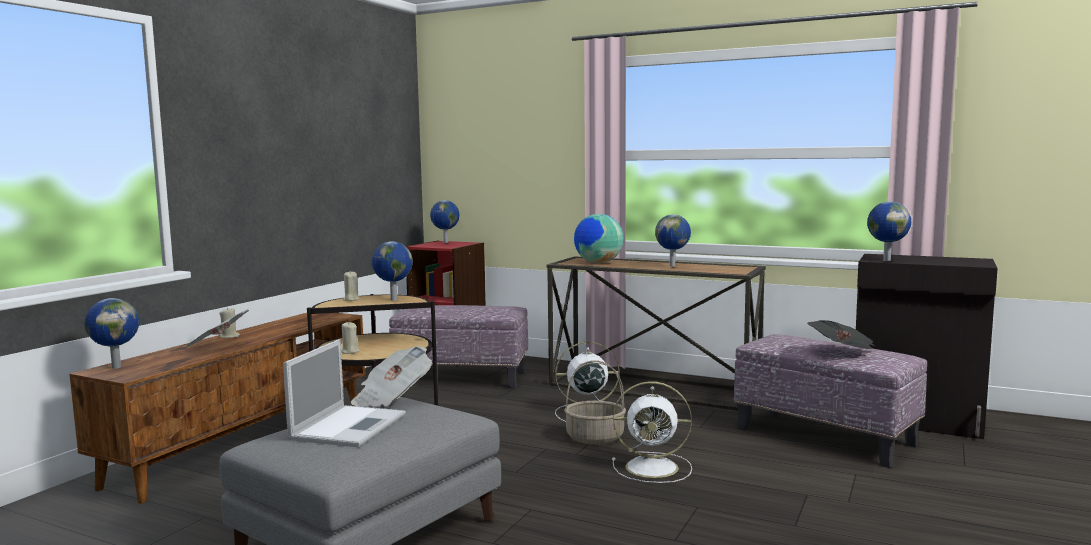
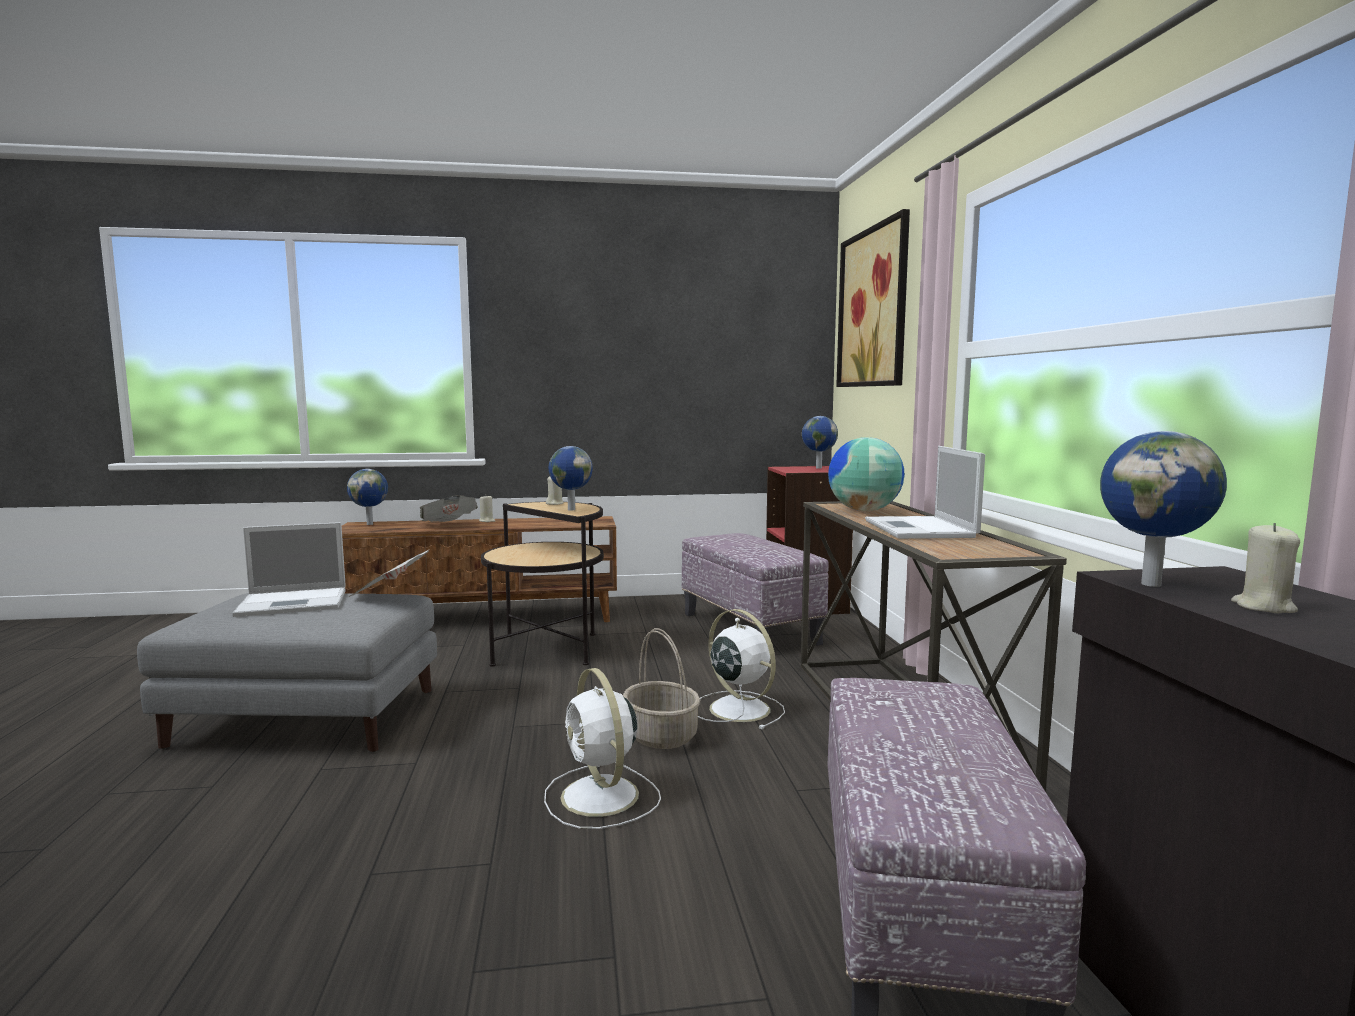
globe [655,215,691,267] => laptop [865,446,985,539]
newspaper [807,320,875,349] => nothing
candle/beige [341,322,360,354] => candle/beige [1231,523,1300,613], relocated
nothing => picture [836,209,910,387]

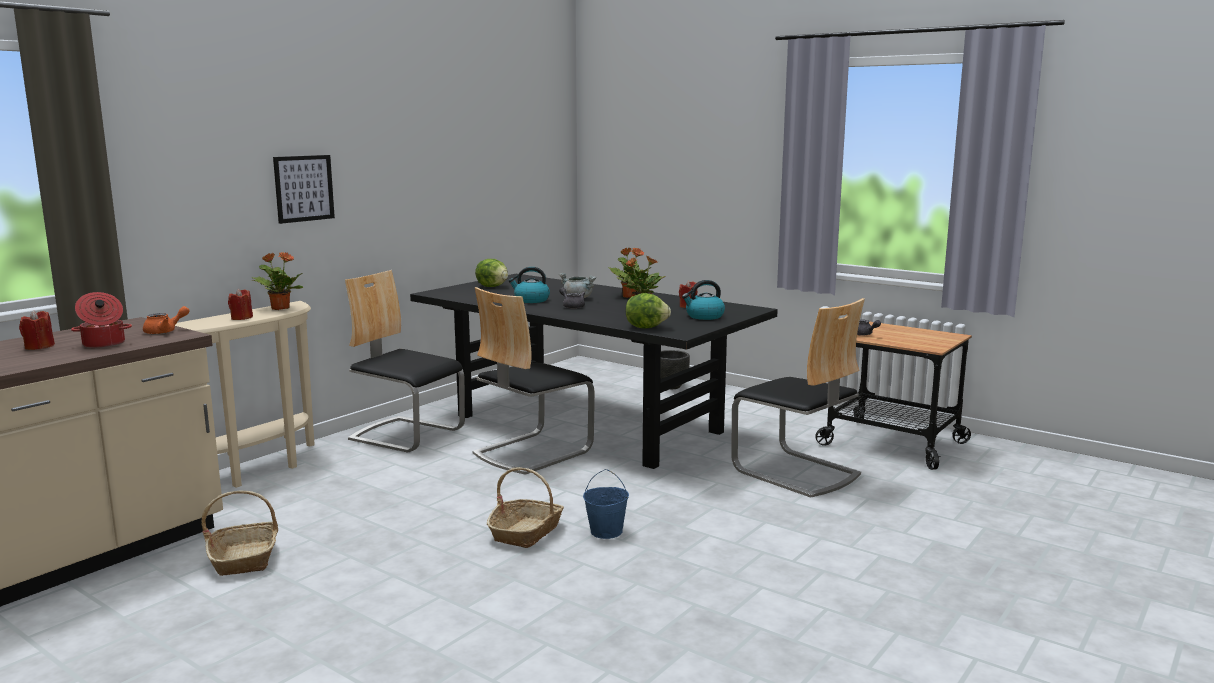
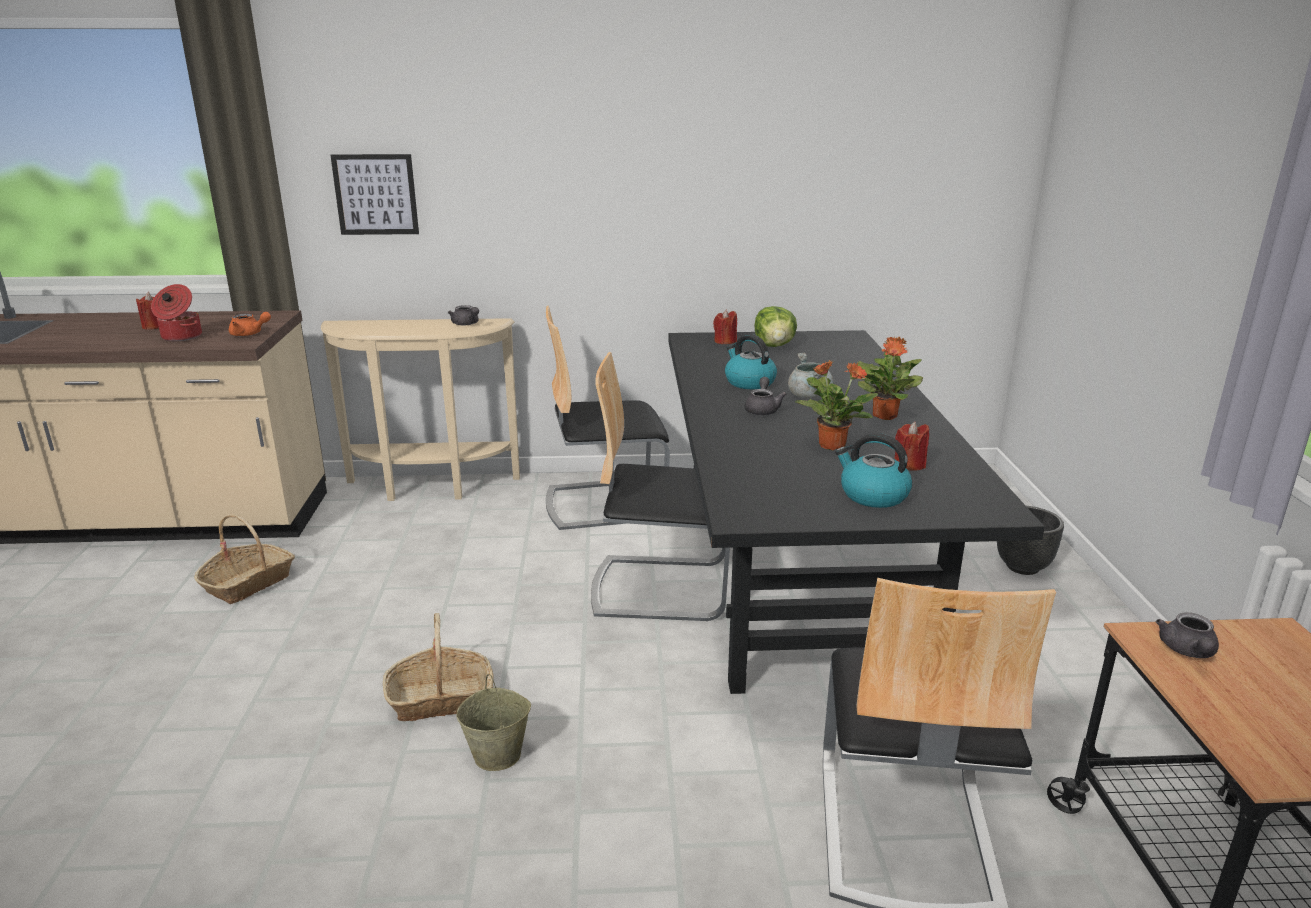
picture [273,155,335,224] => picture [330,154,419,235], relocated
potted plant [252,252,303,310] => teapot/grey [448,305,479,325]
chair [345,270,465,452] => chair [546,306,670,530], 90 degrees counterclockwise
candle/red [228,289,253,320] => candle/red [713,310,737,344], relocated
lettuce [625,293,671,328] => nothing
bucket/blue [583,469,629,539] => bucket/beige [456,674,531,771]

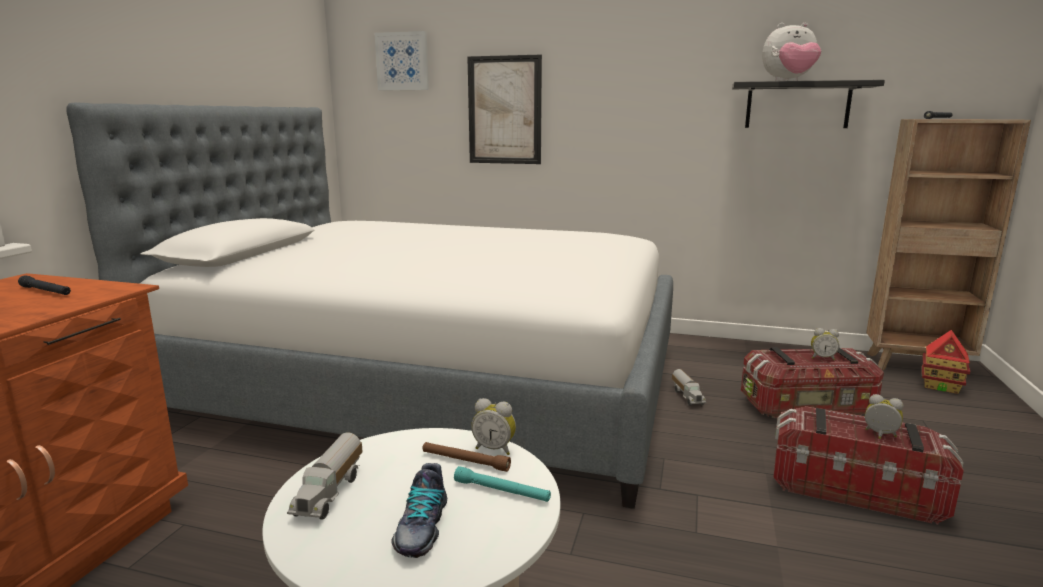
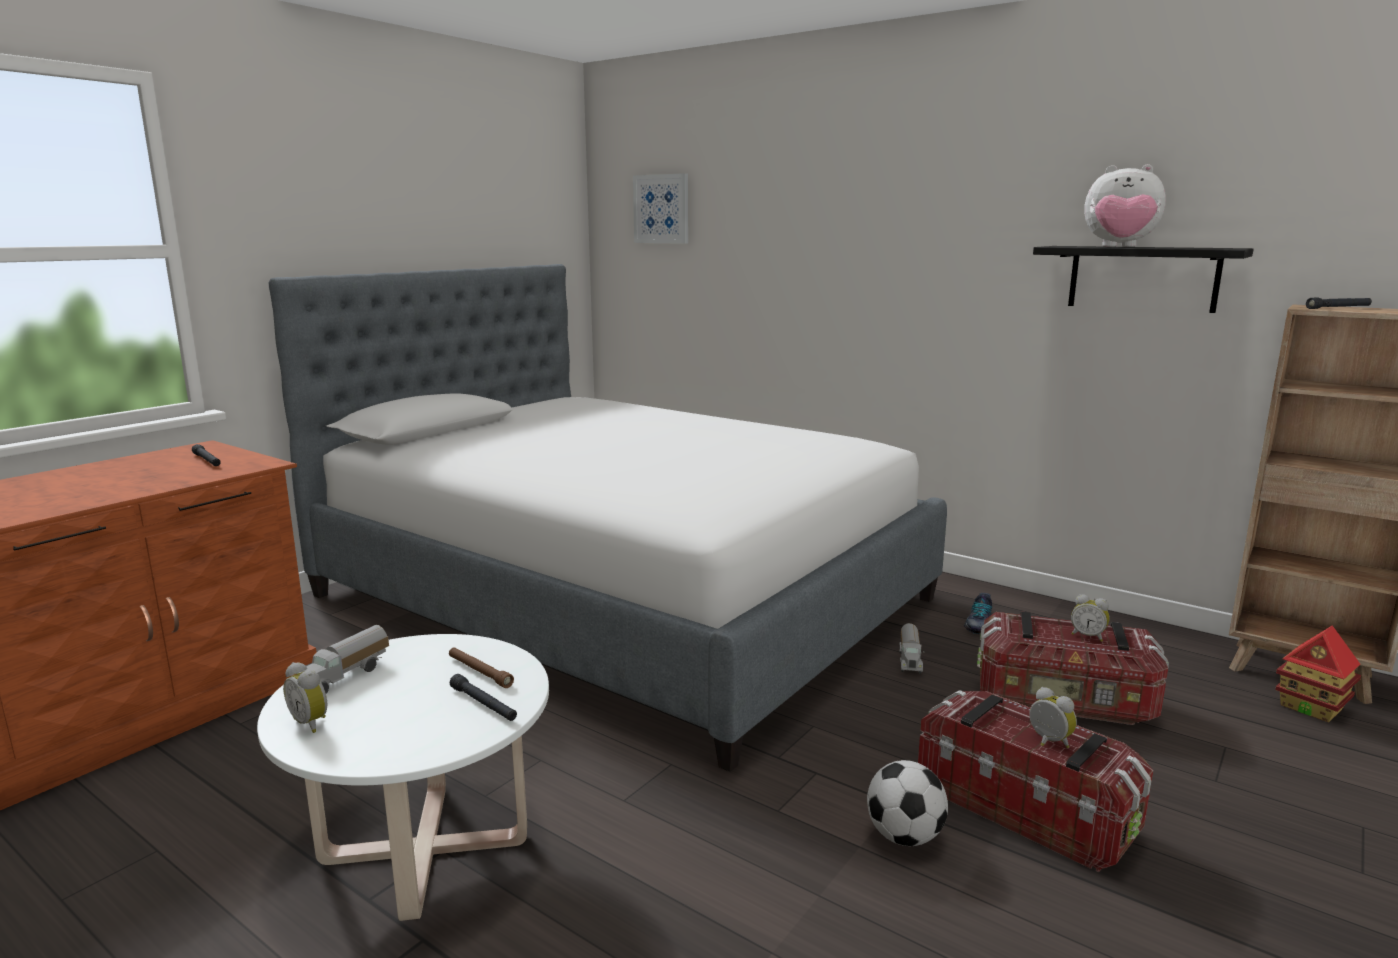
picture [467,55,542,164] => nothing
alarm clock [471,398,516,455] => alarm clock [283,662,327,733], relocated
shoe [391,463,447,558] => shoe [964,593,992,634], relocated
flashlight/turquoise [454,466,551,502] => flashlight/black [450,674,517,721]
nothing => football [867,760,948,846]

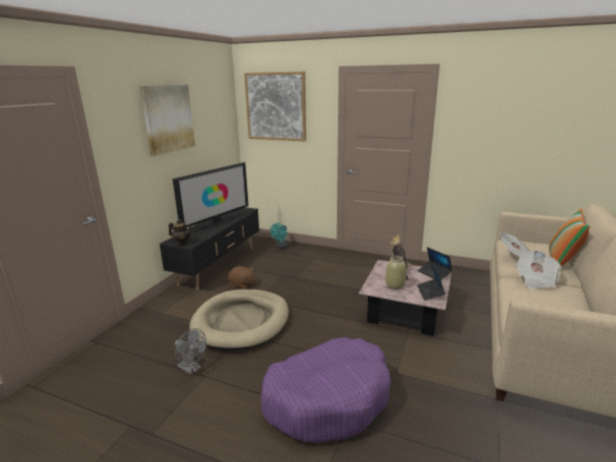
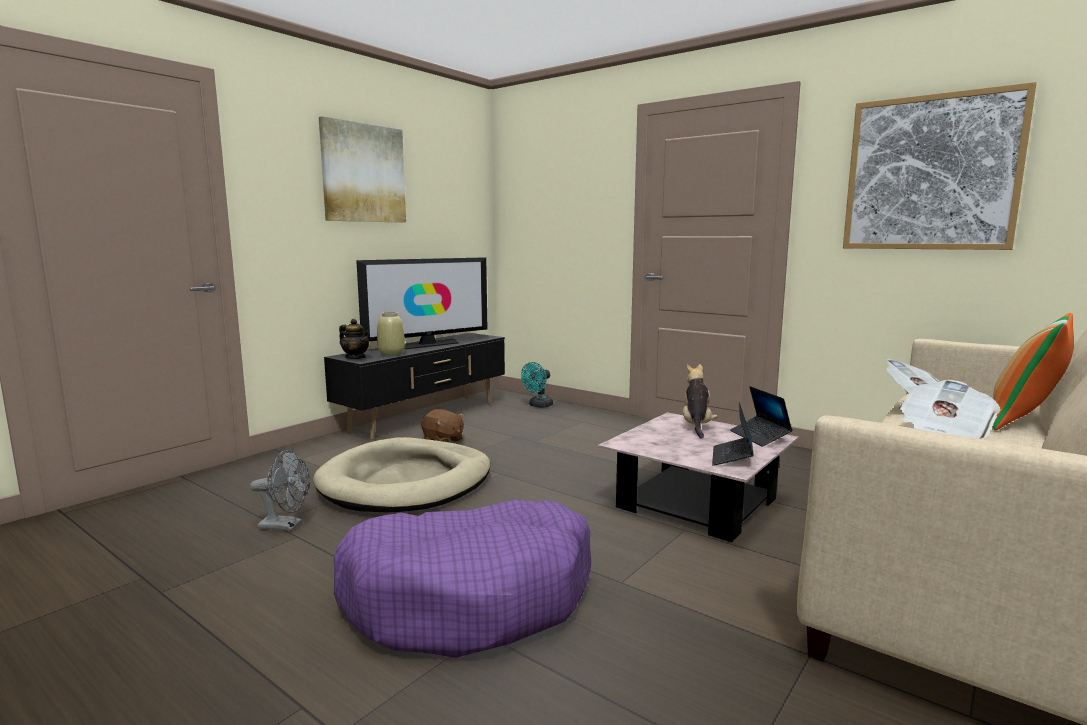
picture [244,72,306,141] => picture [843,82,1036,250], relocated
vase/beige [386,256,406,290] => vase/beige [377,312,405,356], relocated
fan/grey [175,328,206,375] => fan/grey [250,450,310,531], 45 degrees counterclockwise

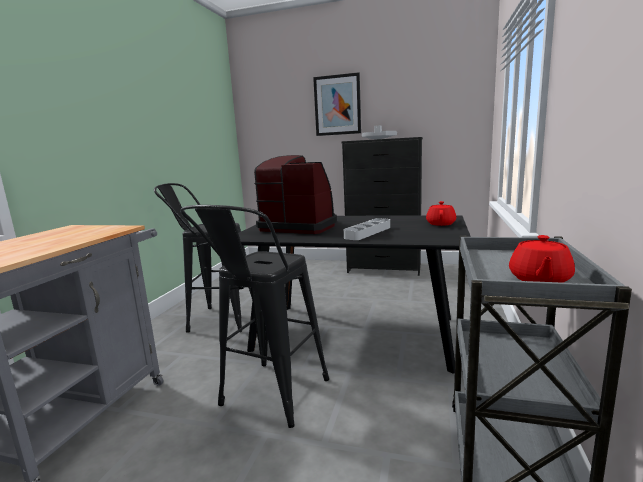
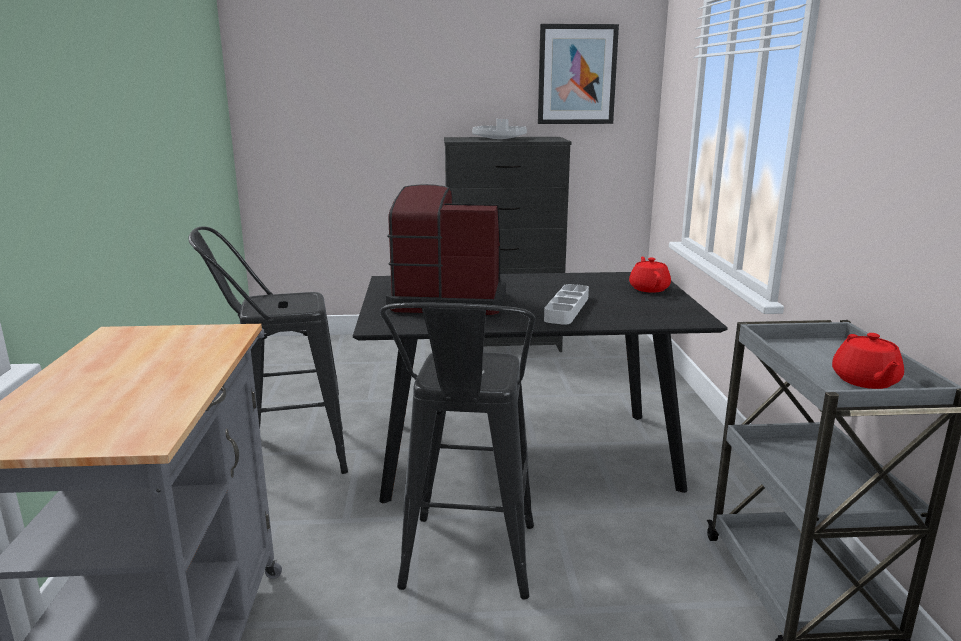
picture [313,72,361,136] => picture [538,24,619,124], relocated

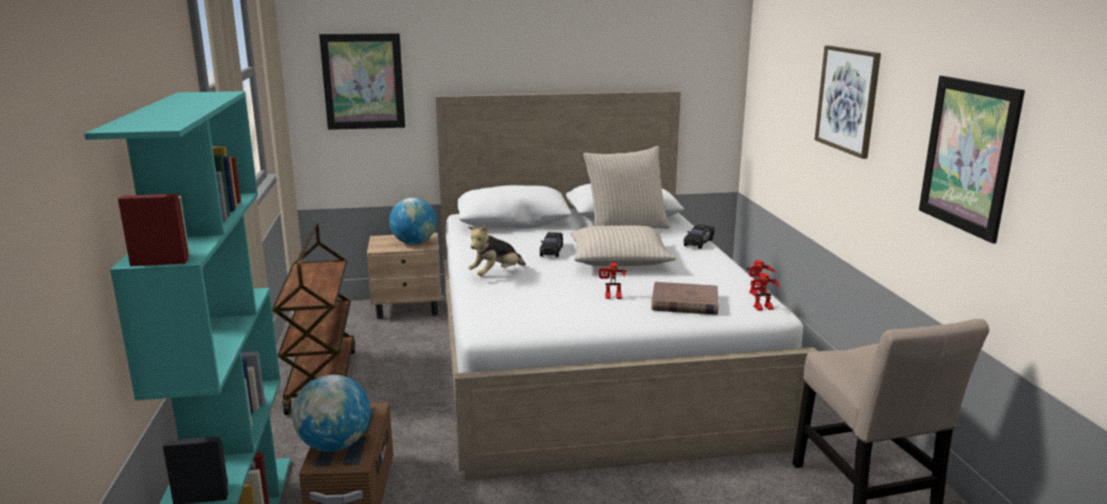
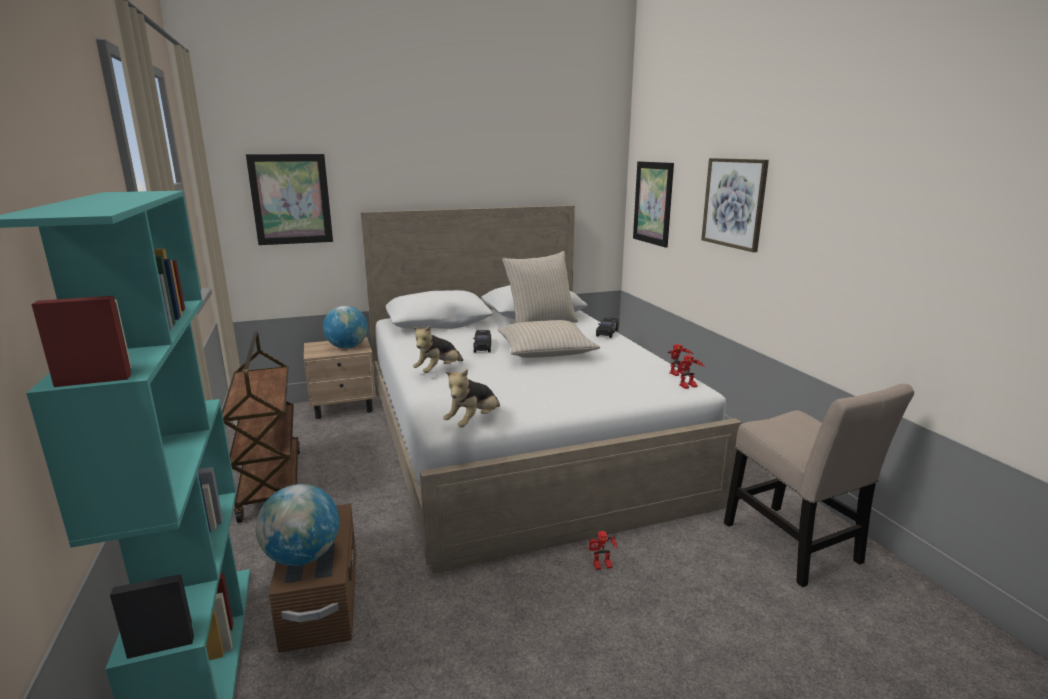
picture [919,76,1025,244] => picture [633,161,674,248], relocated
toy robot [599,263,626,299] => toy robot [589,531,618,570], relocated
book/brown [651,282,719,315] => nothing
nothing => plush toy [443,369,500,427]

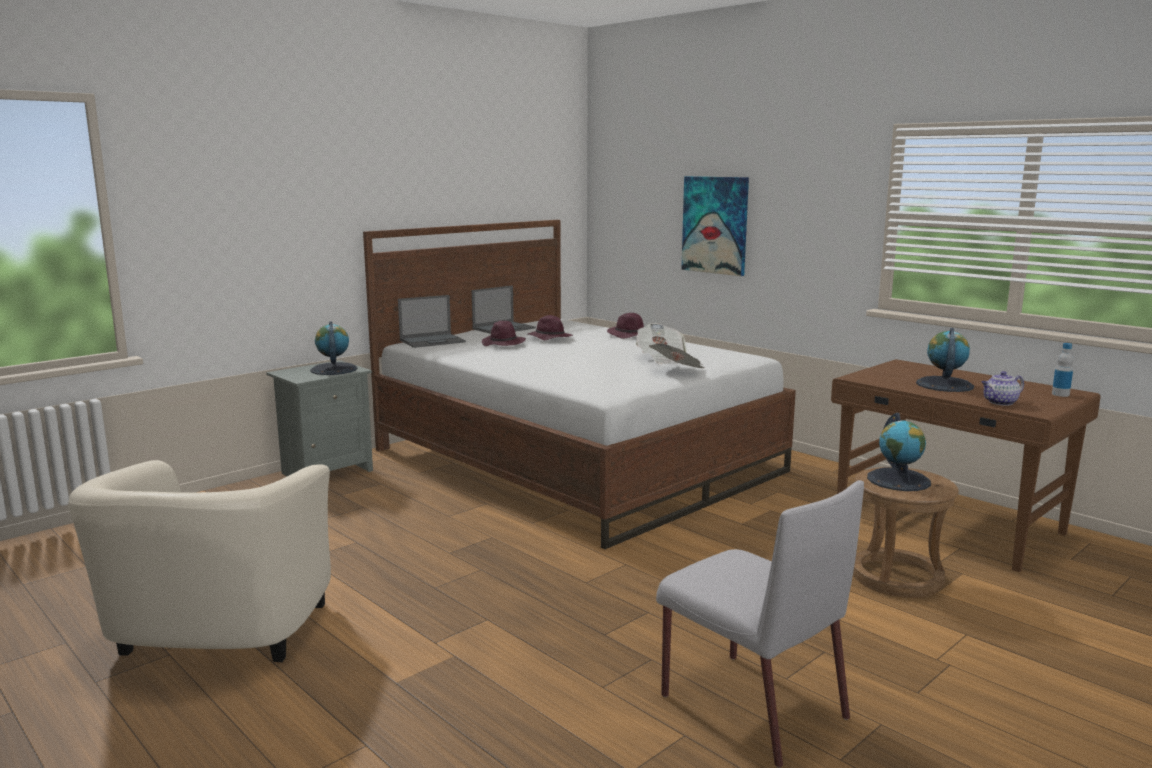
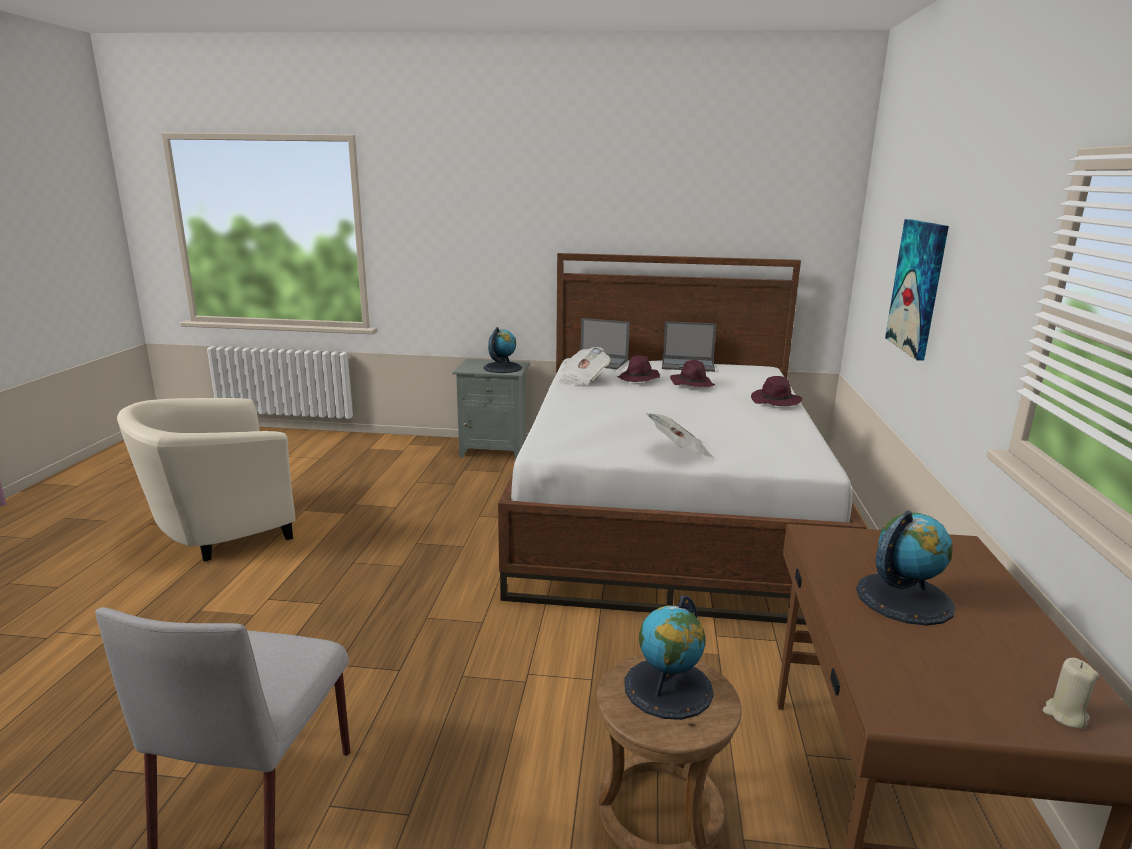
newspaper [636,323,687,364] => newspaper [559,347,610,385], relocated
bottle [1052,343,1074,397] => candle/beige [1043,658,1099,728]
teapot [982,371,1024,406] => nothing

